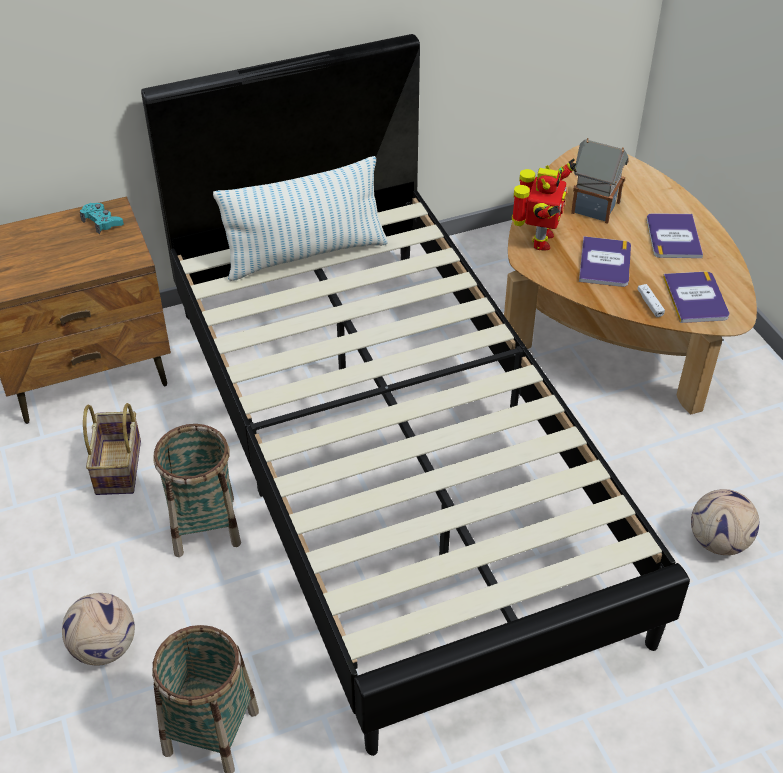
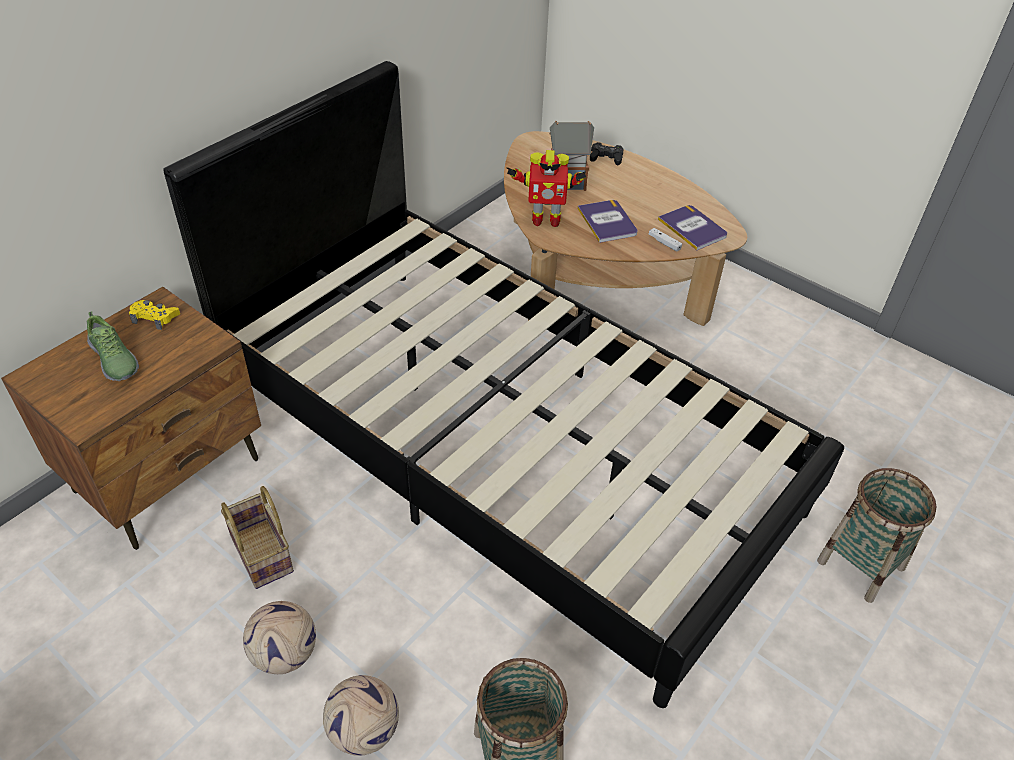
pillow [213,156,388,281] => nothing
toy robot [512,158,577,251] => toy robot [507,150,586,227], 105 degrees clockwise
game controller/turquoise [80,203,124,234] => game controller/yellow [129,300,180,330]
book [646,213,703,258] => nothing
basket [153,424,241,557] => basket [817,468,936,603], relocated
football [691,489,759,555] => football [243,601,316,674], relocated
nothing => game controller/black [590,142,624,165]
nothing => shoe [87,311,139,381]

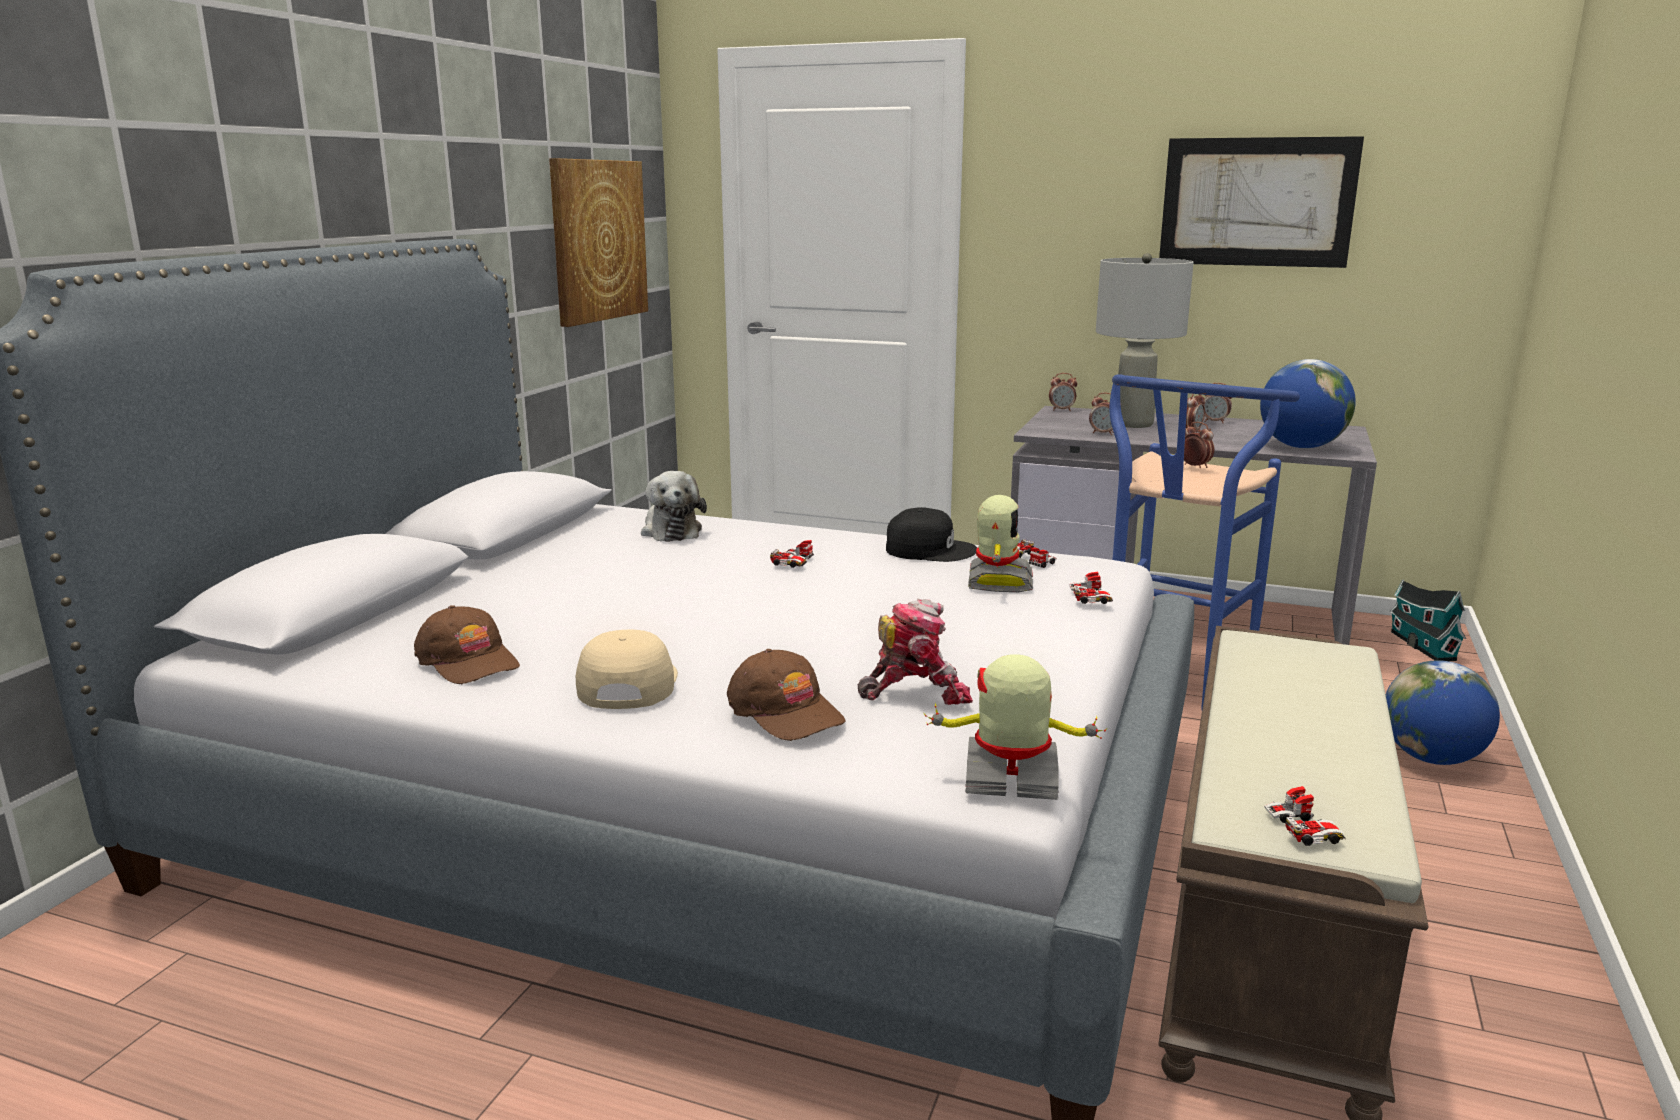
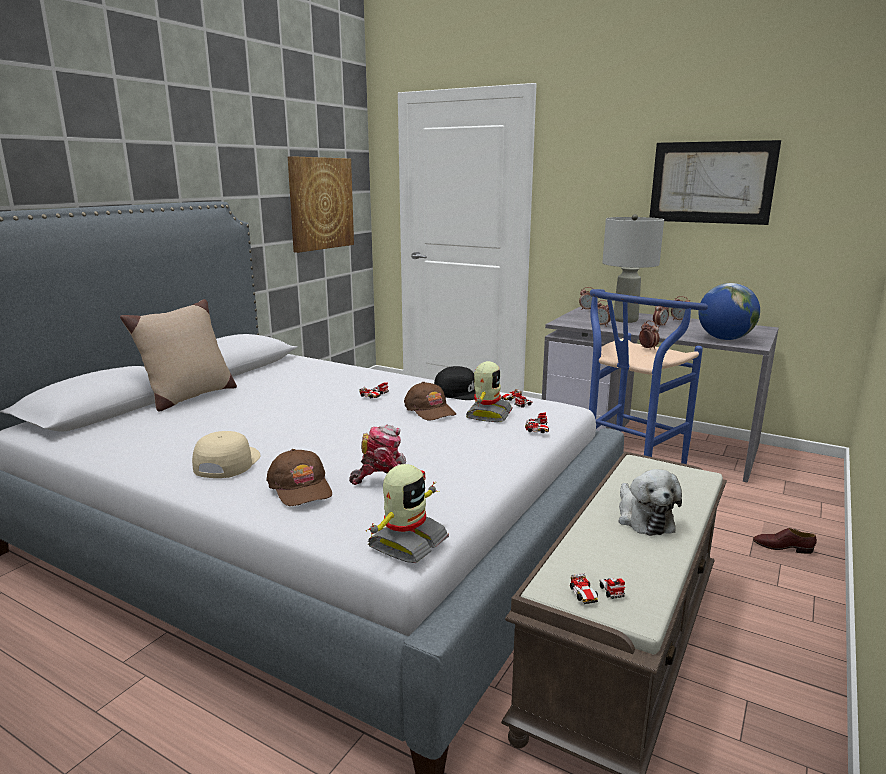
plush toy [641,471,707,542] => plush toy [618,469,682,536], relocated
toy house [1389,580,1466,661] => nothing
cap/brown [414,605,520,684] => cap/brown [404,382,456,421], relocated
toy robot [924,654,1107,800] => toy robot [366,464,449,563], 105 degrees clockwise
globe [1386,660,1500,765] => shoe/brown [753,528,817,554]
toy car [1264,786,1346,846] => toy car [570,573,625,604], 75 degrees clockwise
nothing => pillow/beige [120,299,237,412]

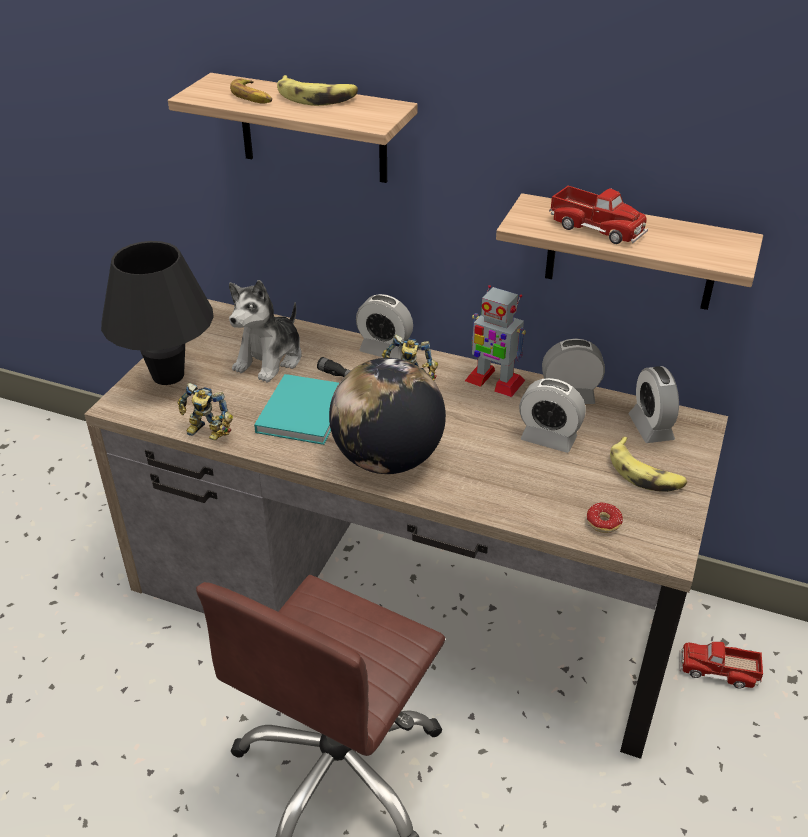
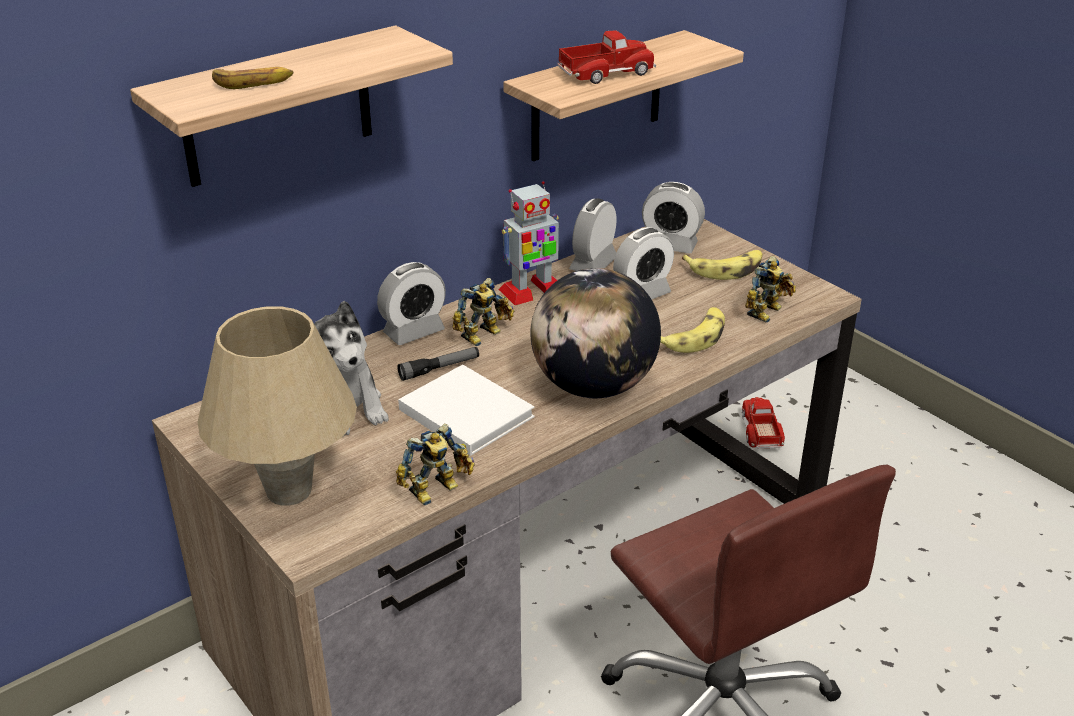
banana [277,75,358,106] => banana [660,307,725,353], relocated
table lamp/black [101,241,214,385] => table lamp/beige [198,306,357,506]
book/turquoise [254,374,339,445] => book/white [398,365,535,456]
donut [587,502,623,533] => toy robot [745,256,796,323]
toy truck [680,642,763,688] => toy truck [742,397,785,448], 135 degrees clockwise

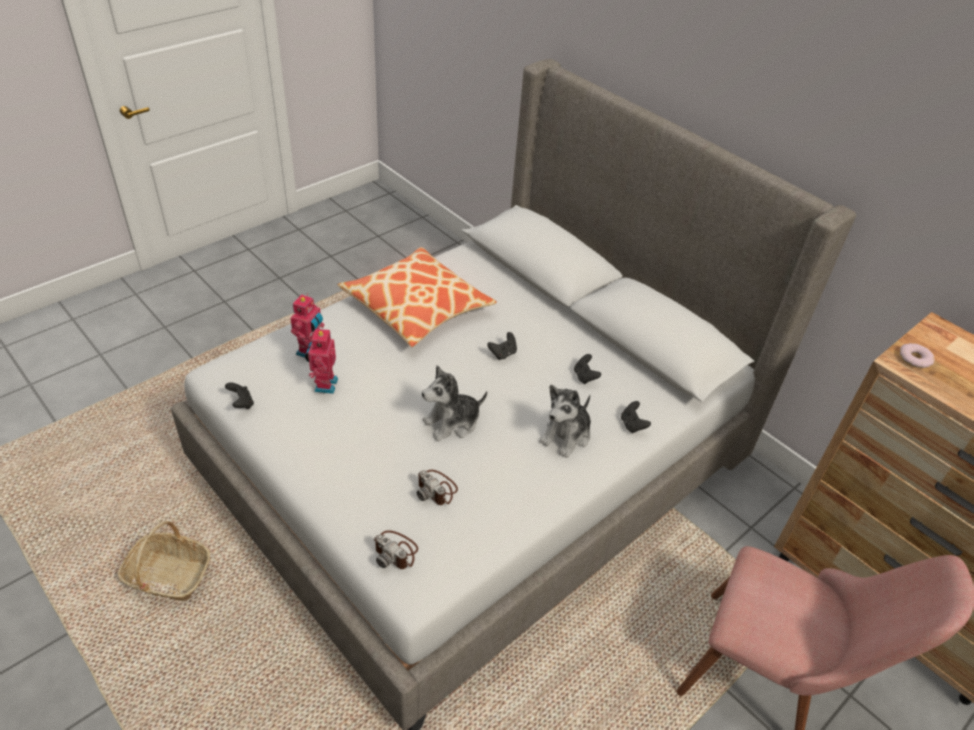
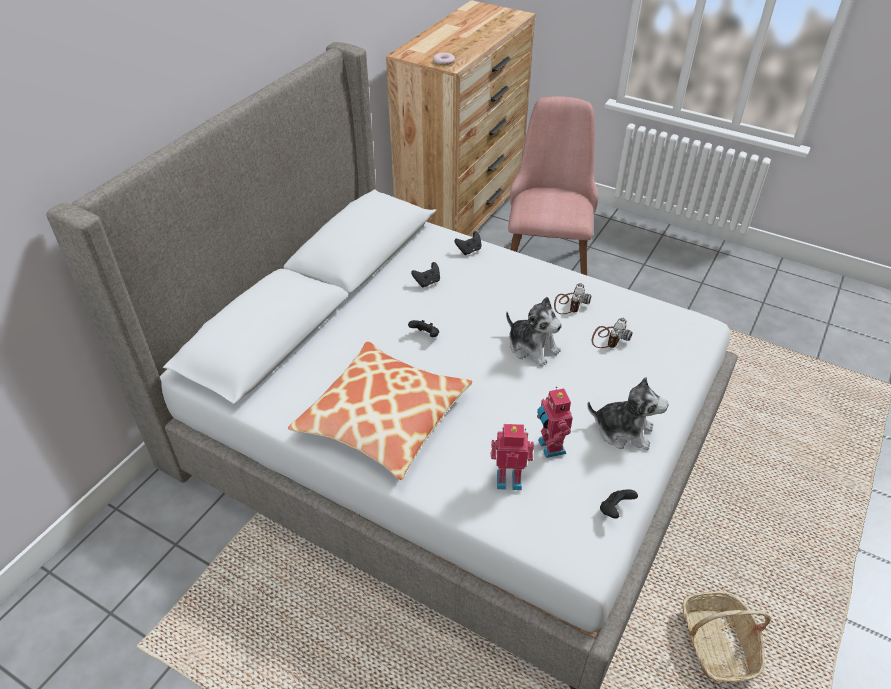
toy robot [305,326,338,394] => toy robot [537,386,573,458], 90 degrees clockwise
plush toy [539,385,591,458] => plush toy [587,377,668,450], relocated
photo camera [373,530,418,569] => photo camera [554,283,592,314], relocated

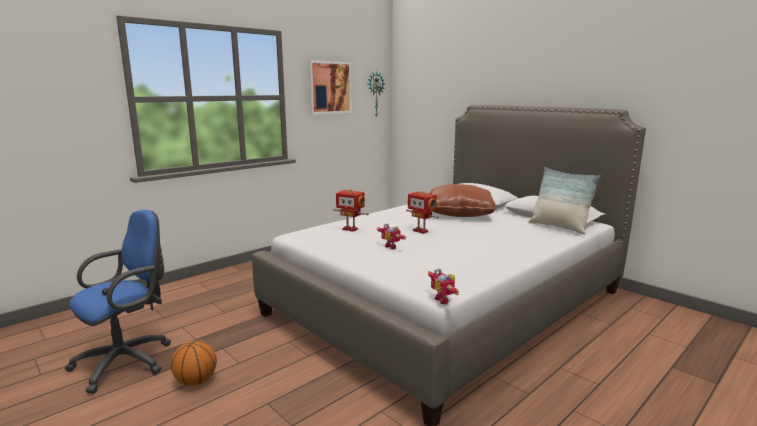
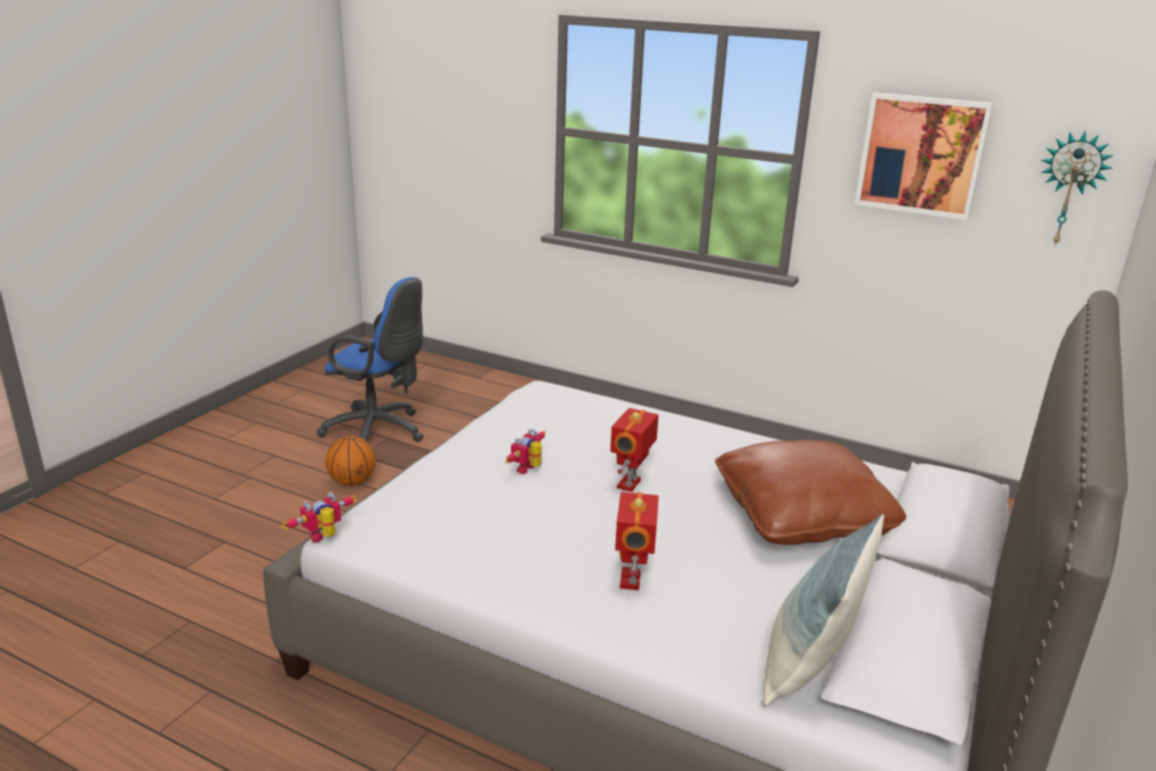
toy robot [333,188,369,232] => toy robot [615,492,659,590], relocated

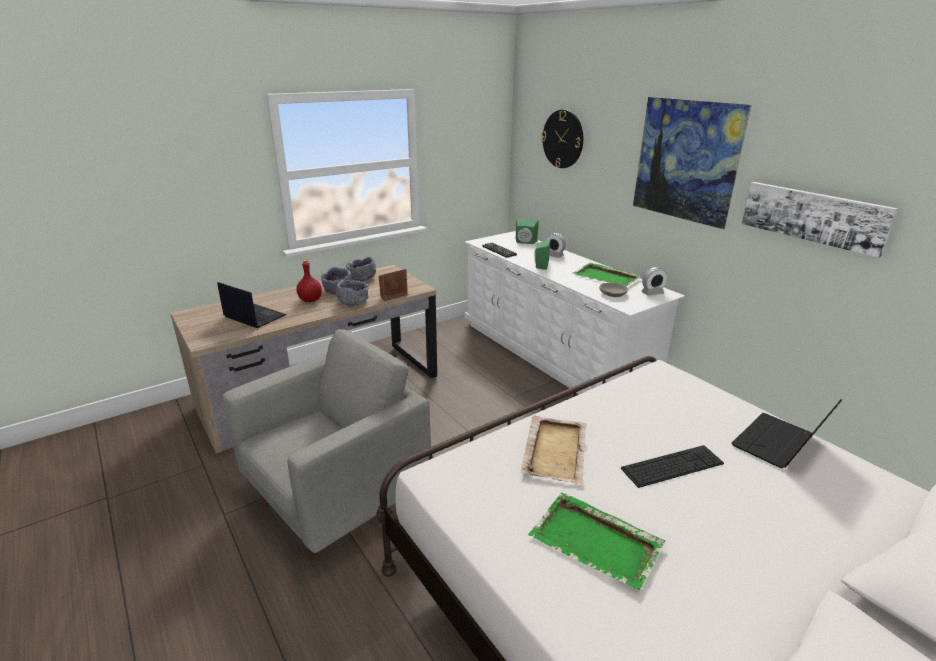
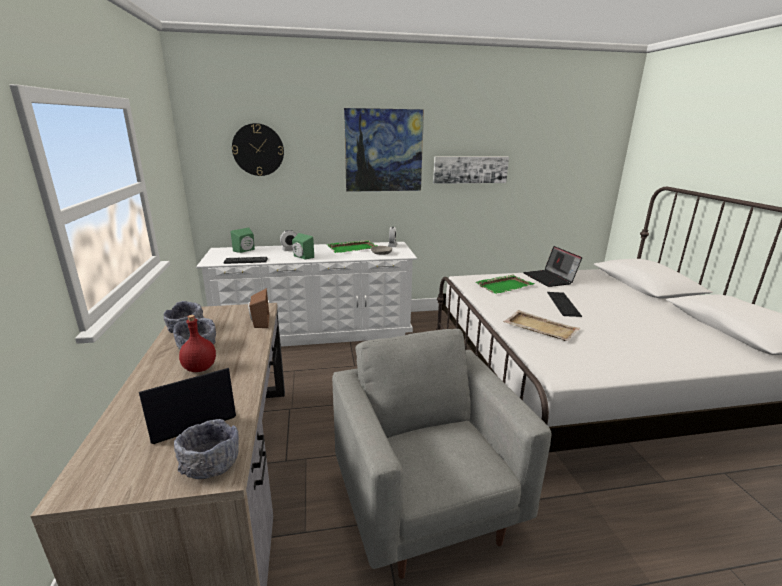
bowl/grey [335,280,369,306] => bowl/grey [174,419,239,479], relocated
tray/green [528,493,665,590] => tray/green [475,274,534,294], relocated

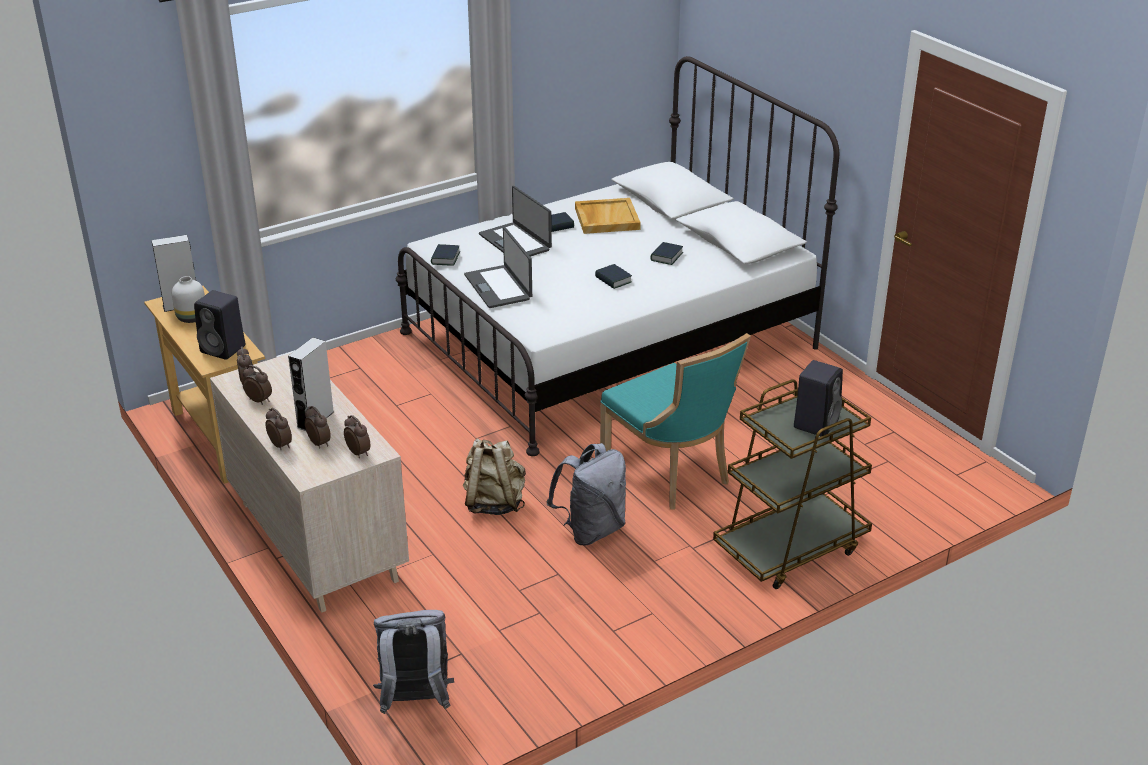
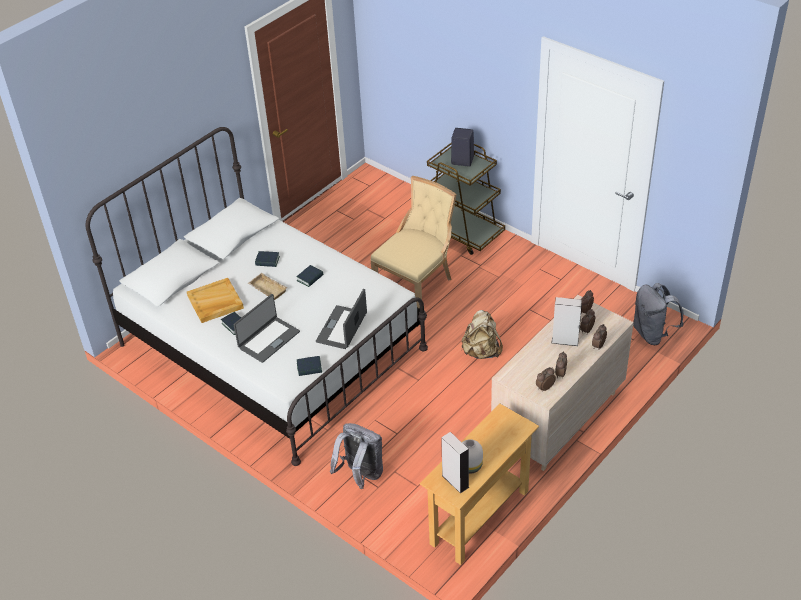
laptop [464,227,532,308] => laptop [316,289,367,349], 150 degrees clockwise
speaker/black [194,290,245,360] => nothing
chair/turquoise [600,333,751,509] => chair/beige [371,176,457,309]
backpack/grey [546,443,626,545] => backpack/grey [330,423,383,489], relocated
nothing => tray/beige [248,273,288,300]

